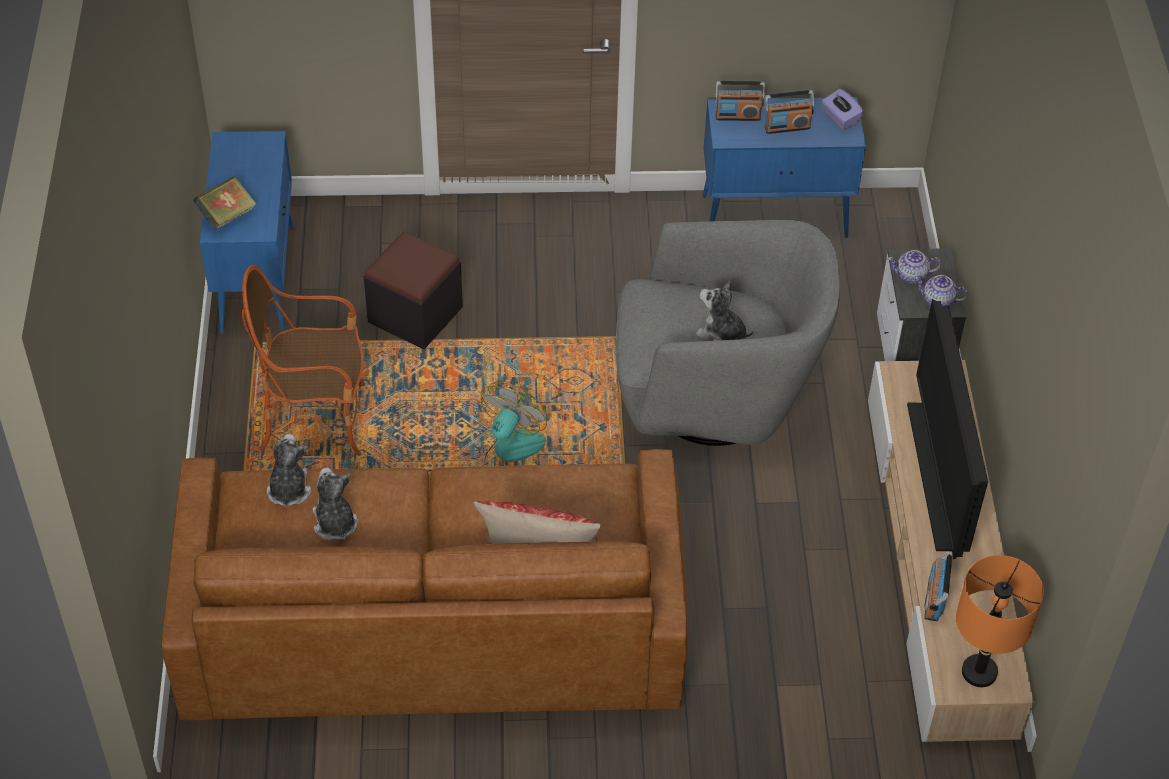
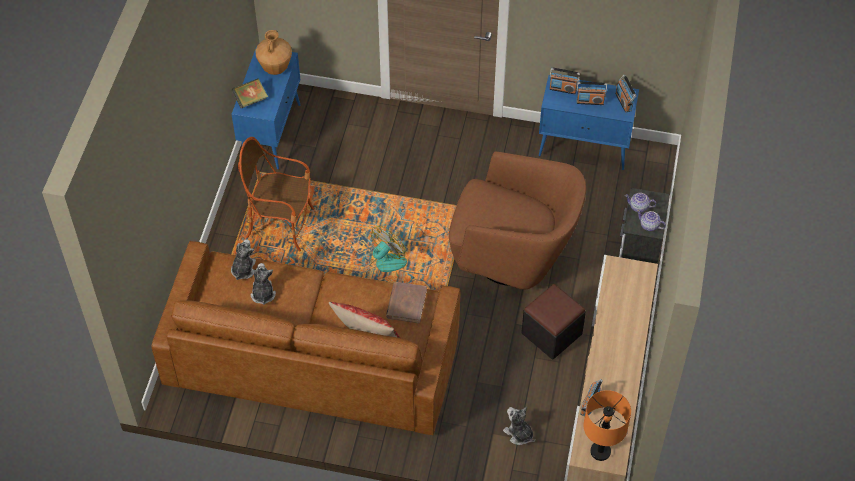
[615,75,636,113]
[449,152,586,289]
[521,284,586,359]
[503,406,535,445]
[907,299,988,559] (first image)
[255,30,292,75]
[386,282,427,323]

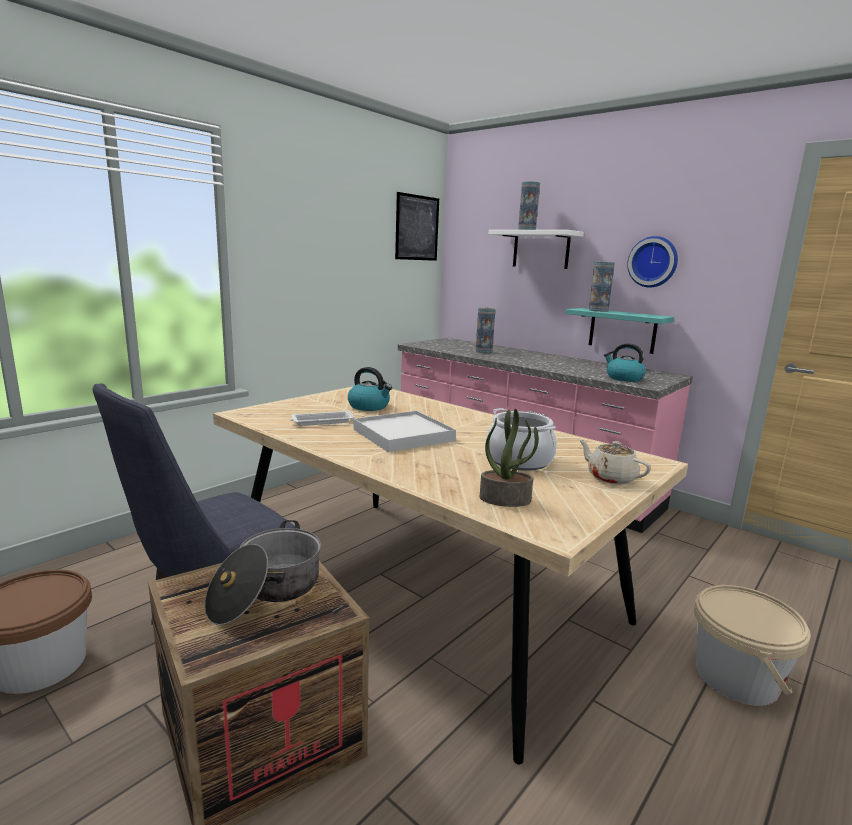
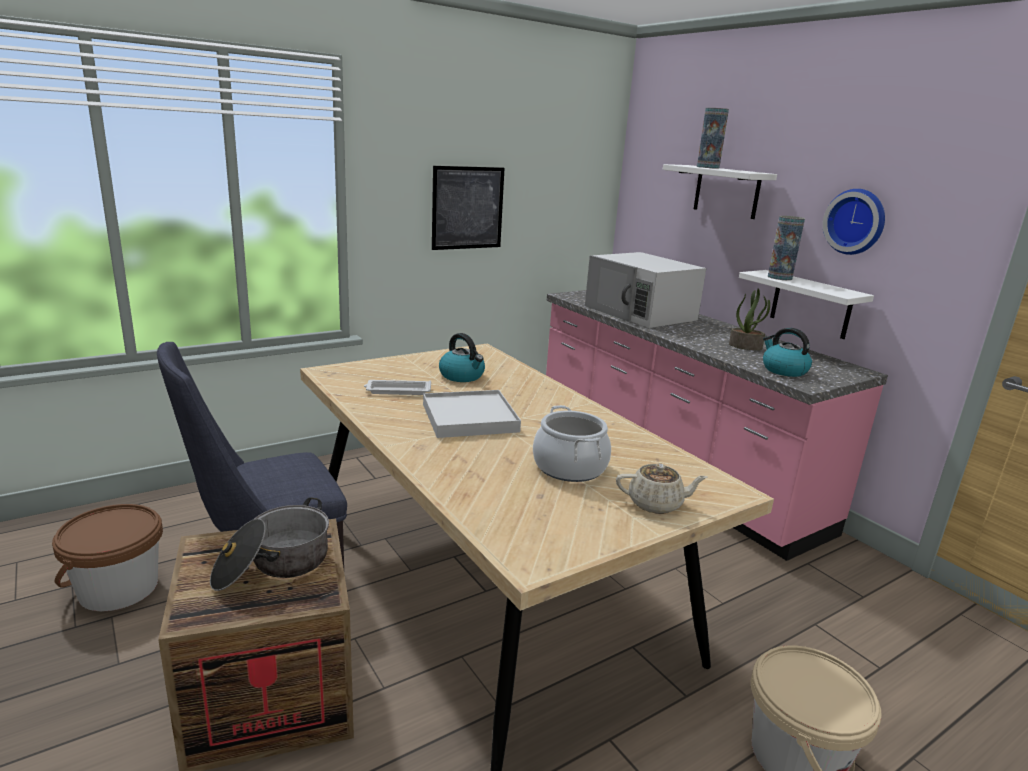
[432,166,505,250]
[585,252,706,328]
[739,270,874,339]
[729,289,770,350]
[616,463,707,514]

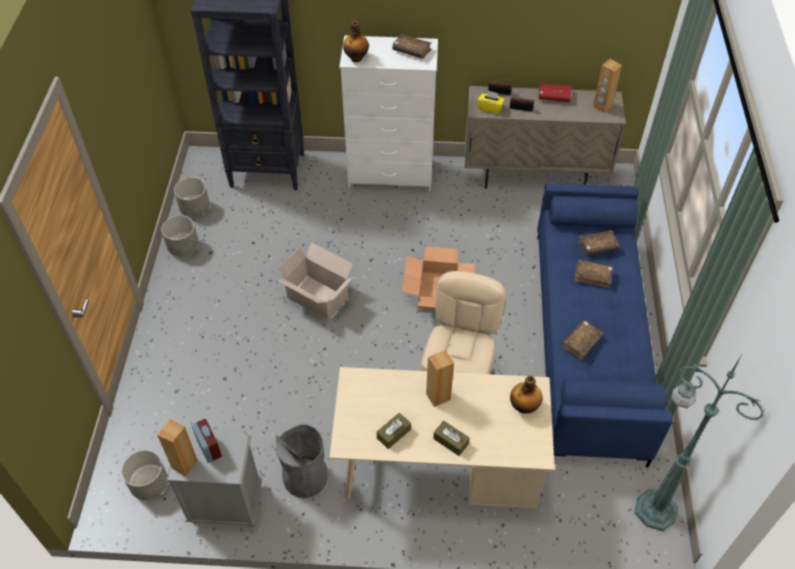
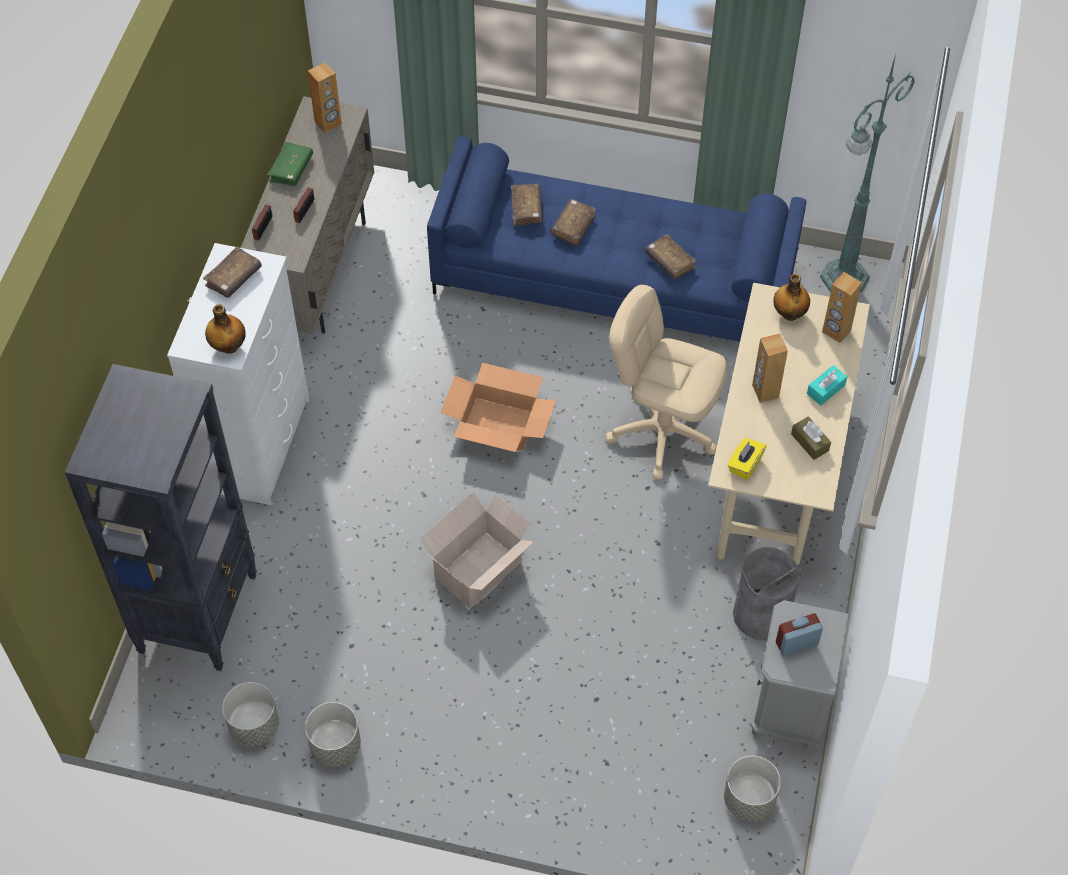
[267,142,313,186]
[728,438,766,480]
[822,272,862,343]
[807,365,847,405]

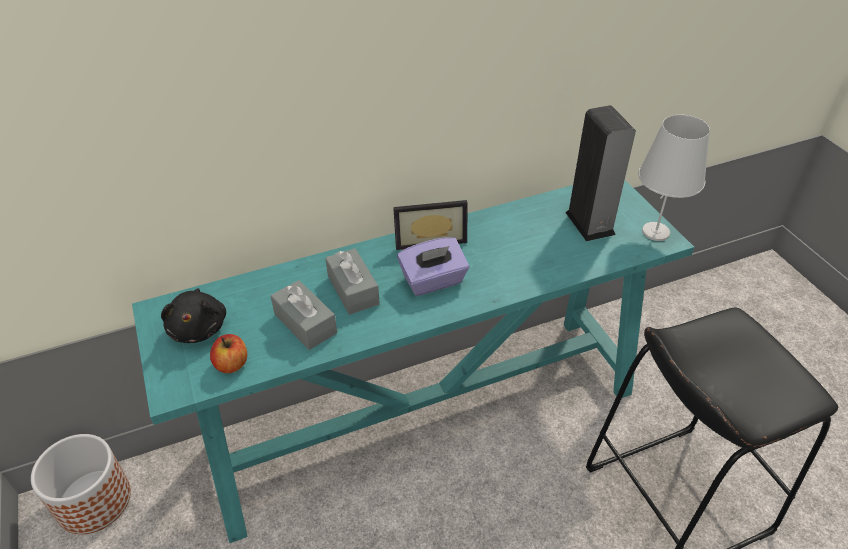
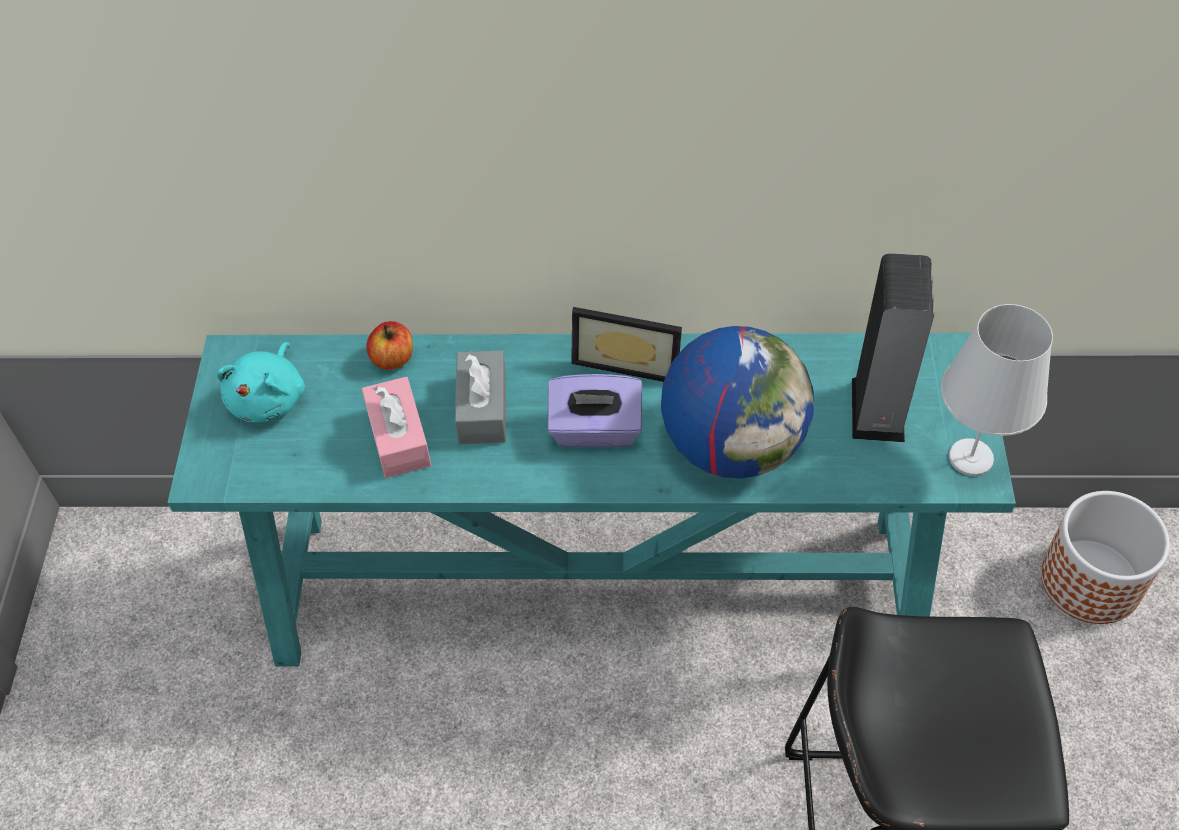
[362,377,431,478]
[217,342,305,423]
[367,321,413,370]
[1041,491,1170,624]
[661,326,814,478]

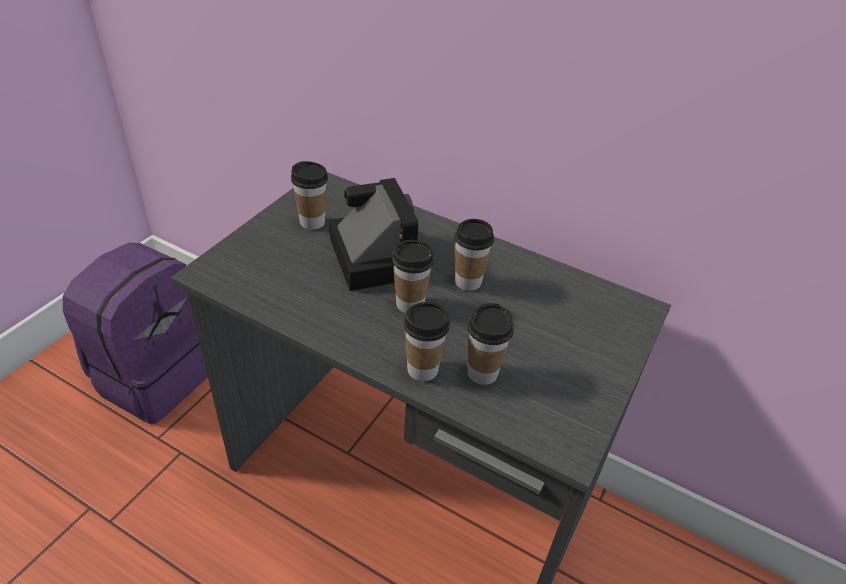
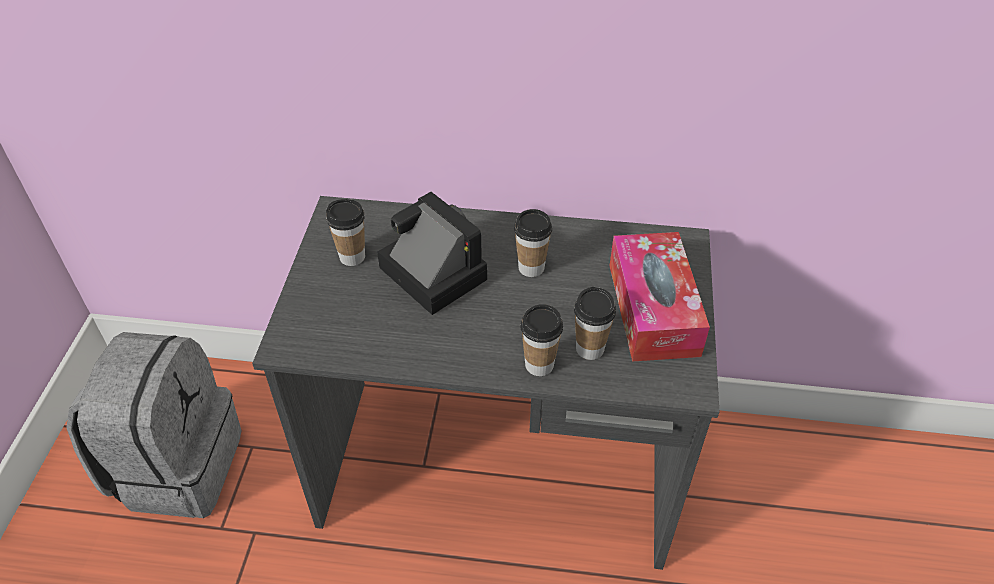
[392,240,434,313] (first image)
[66,332,242,518]
[610,232,710,362]

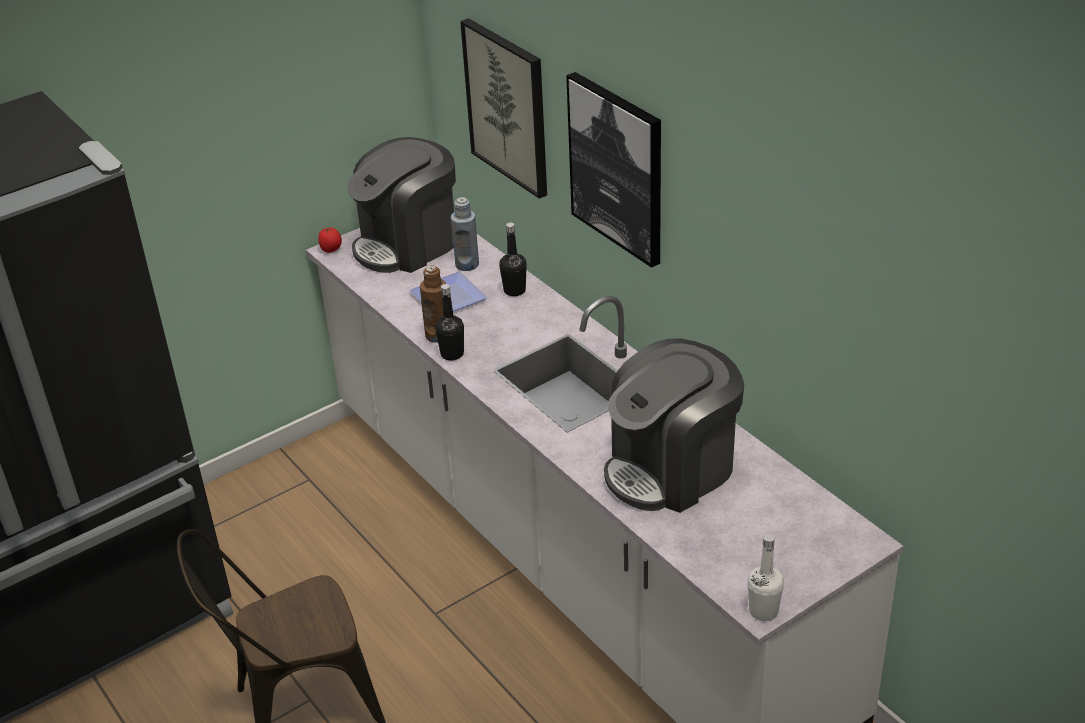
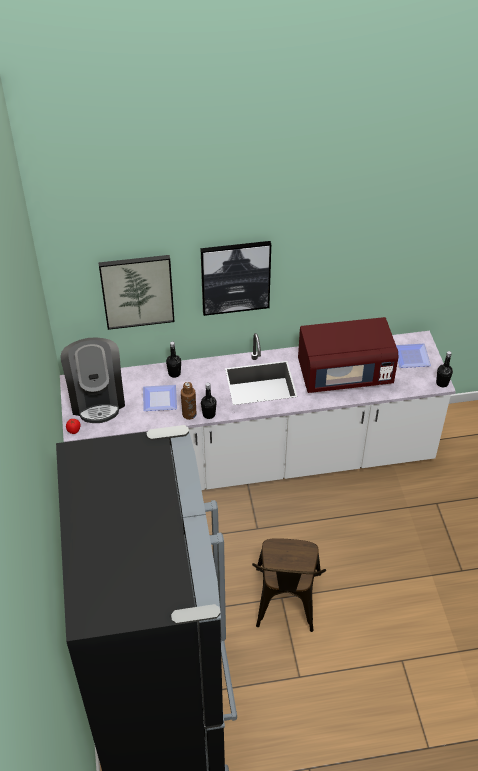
[451,197,479,271] (first image)
[298,317,399,393]
[436,351,453,387]
[396,343,431,368]

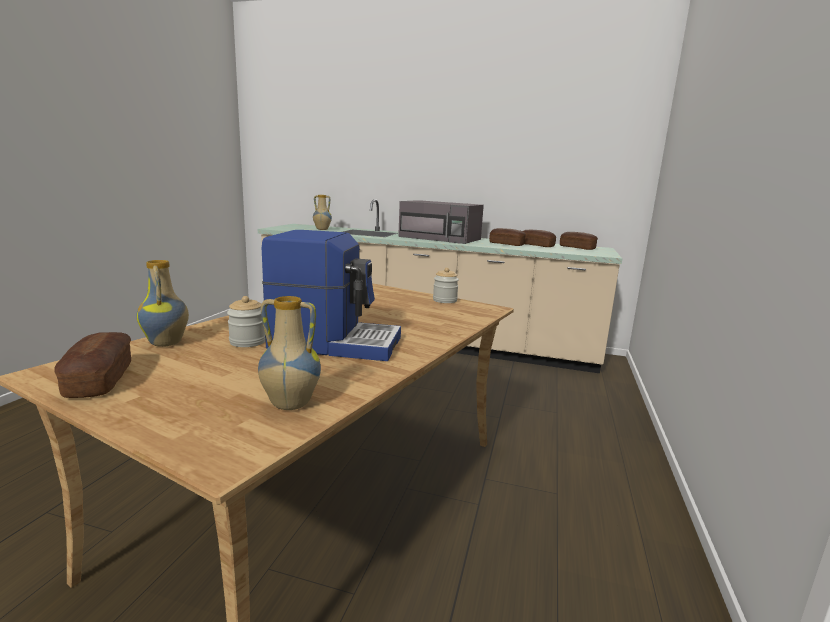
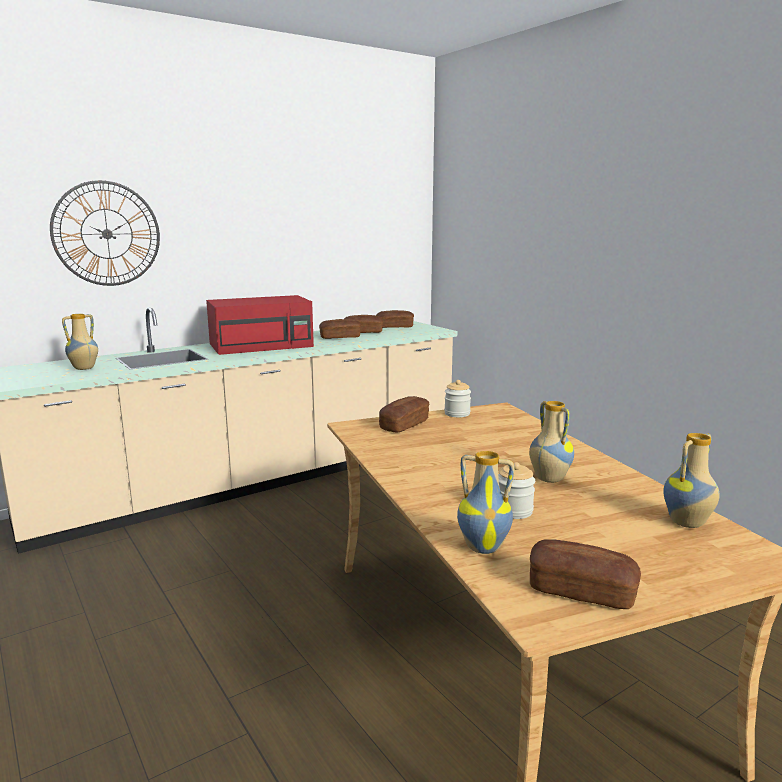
[206,295,314,355]
[529,401,574,483]
[50,180,160,286]
[379,396,429,432]

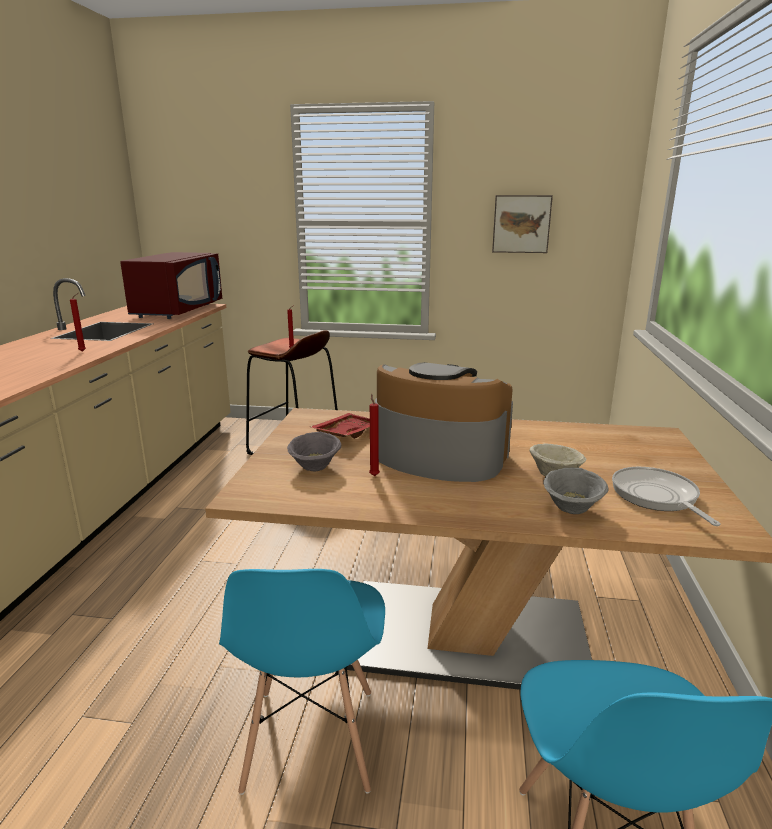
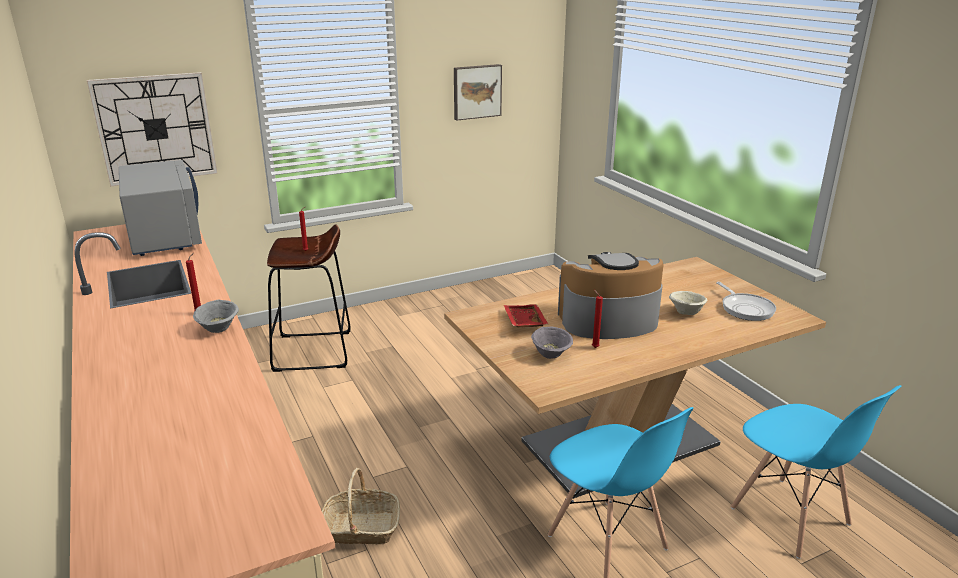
[119,160,202,256]
[716,282,776,321]
[193,300,239,333]
[87,72,217,187]
[322,468,400,544]

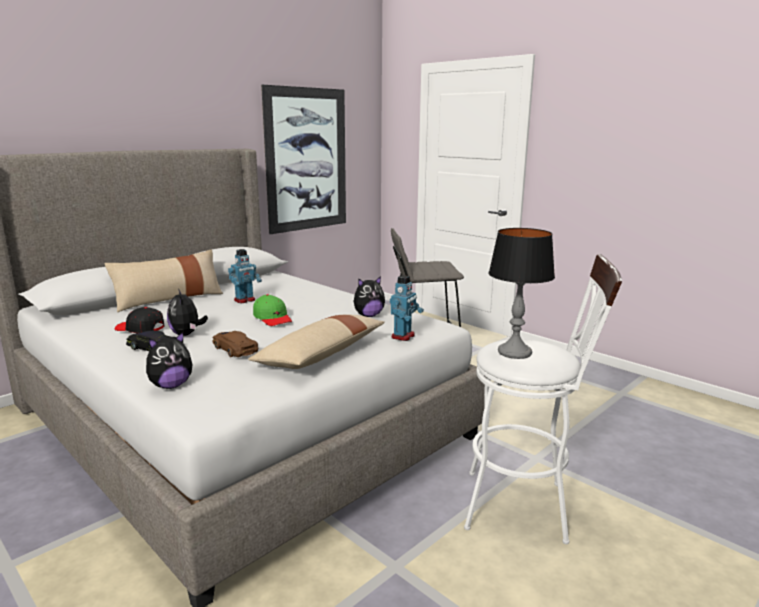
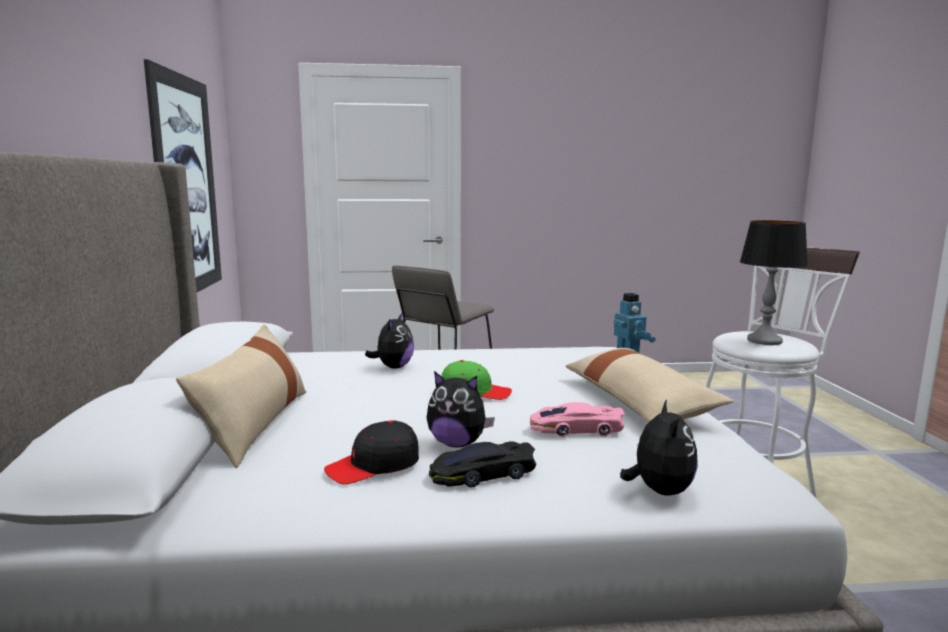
[228,249,262,304] (first image)
[365,313,414,369]
[530,402,625,437]

